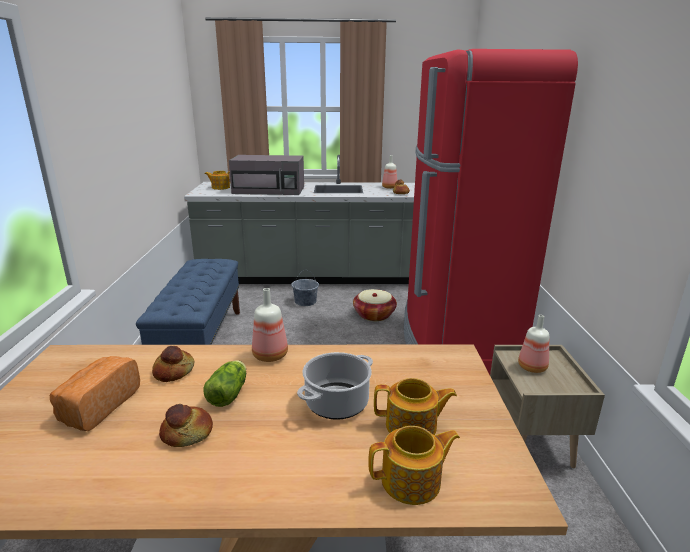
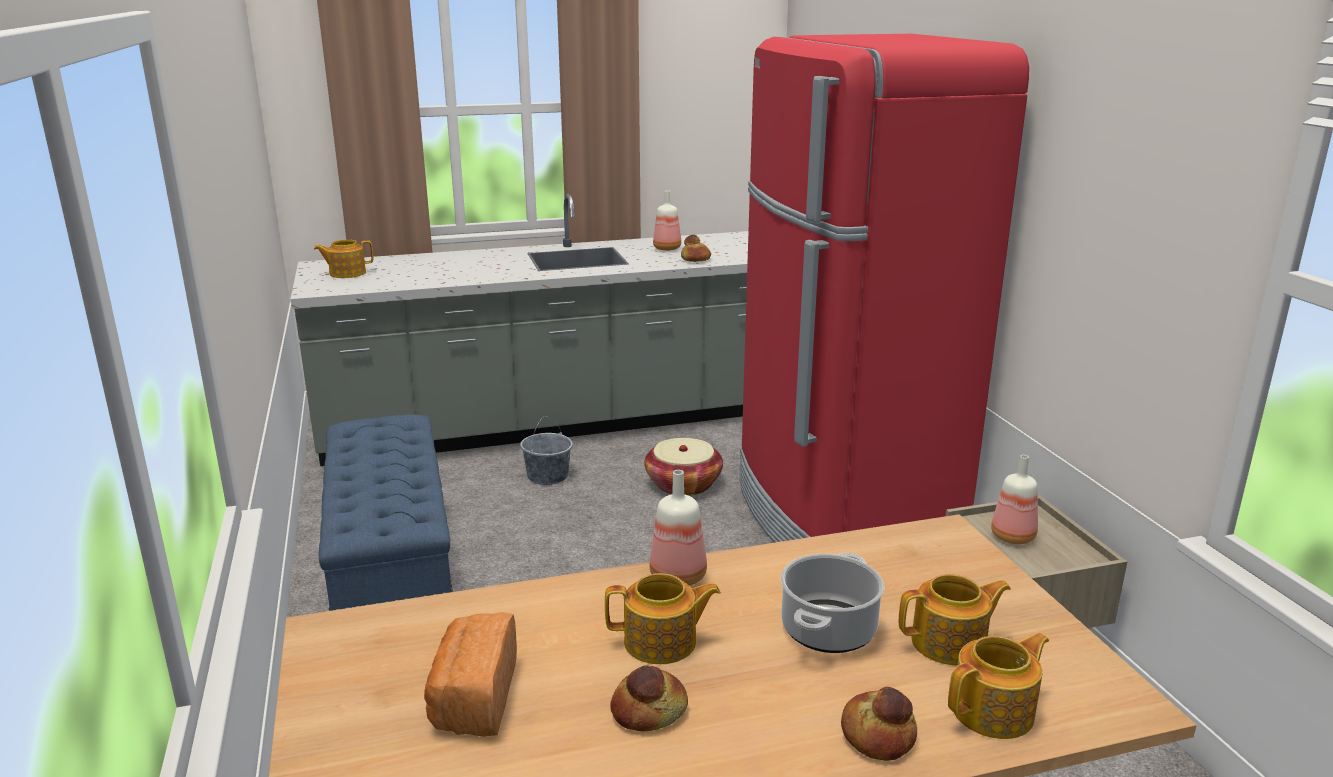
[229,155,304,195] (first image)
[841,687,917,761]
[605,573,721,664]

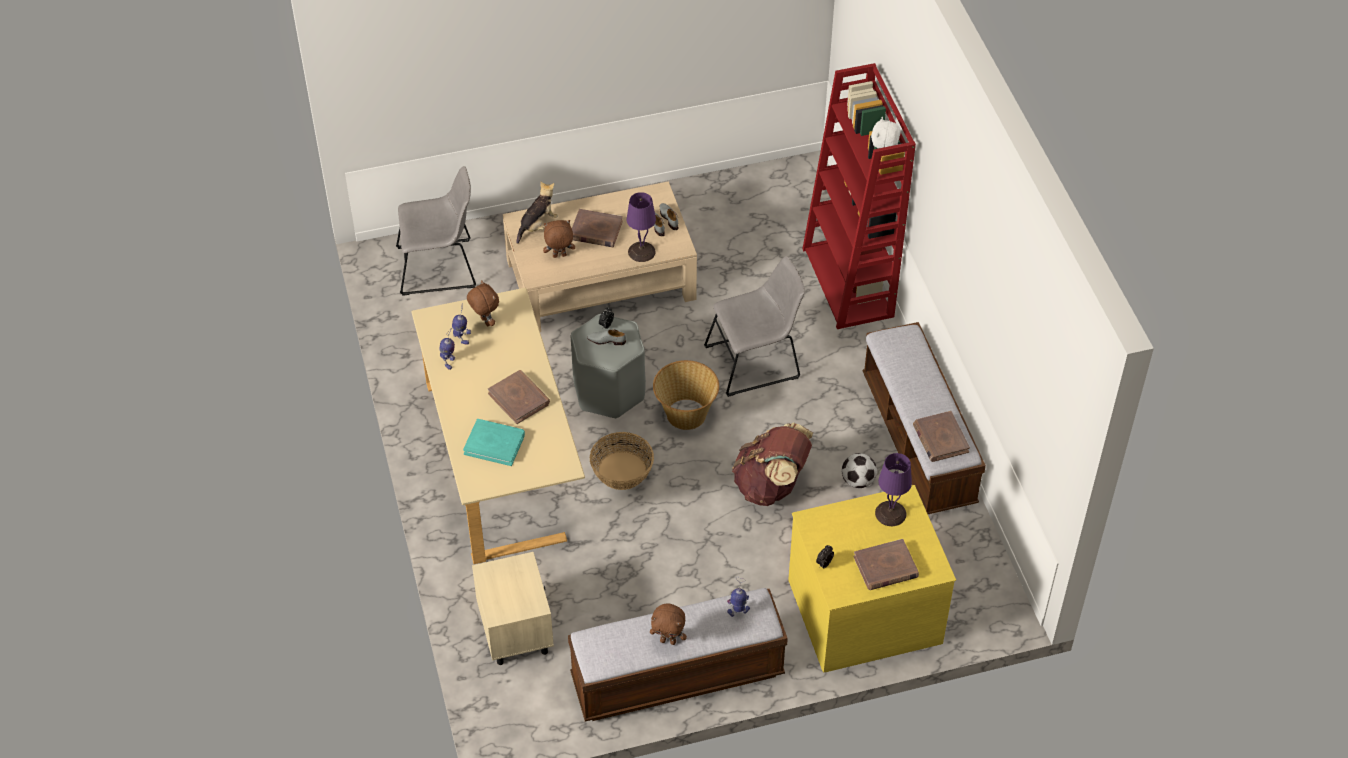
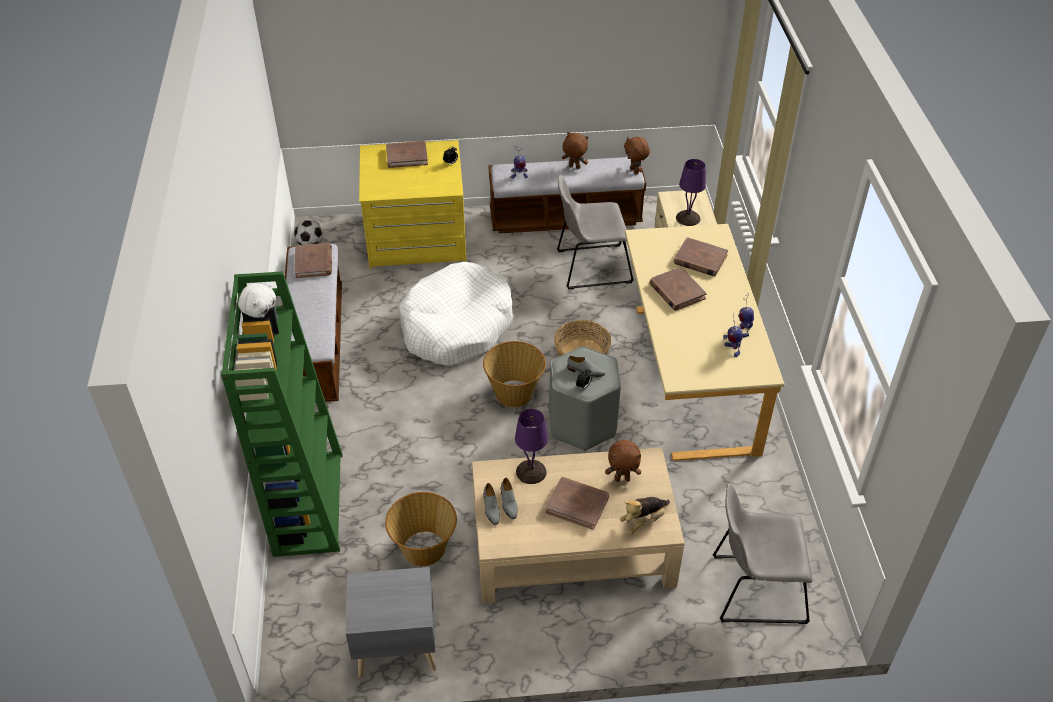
[221,271,343,557]
[557,174,634,290]
[624,137,650,175]
[674,237,728,277]
[399,262,514,366]
[295,220,323,245]
[676,159,706,226]
[385,492,457,566]
[346,567,436,677]

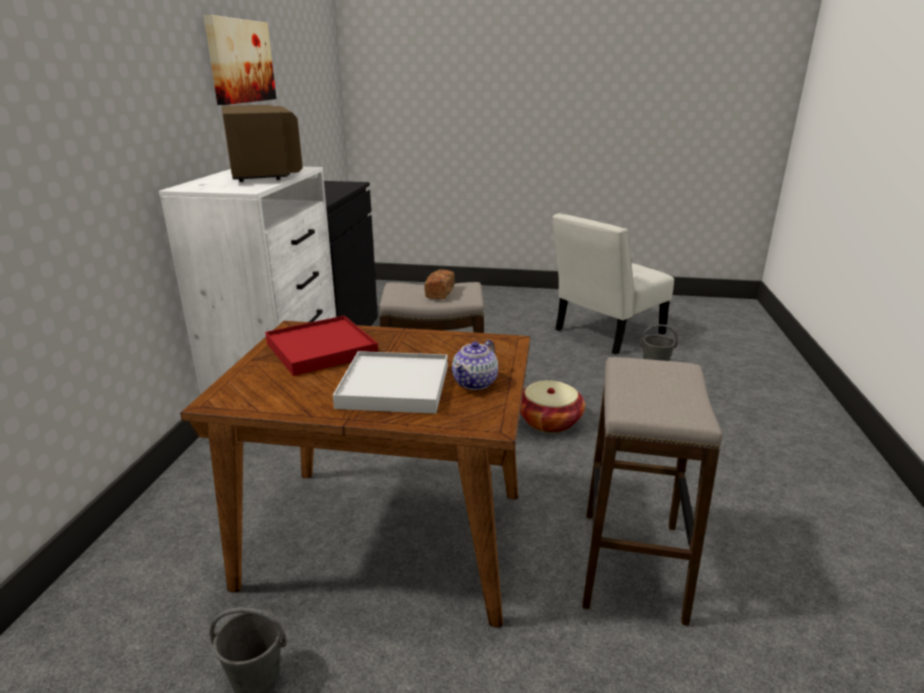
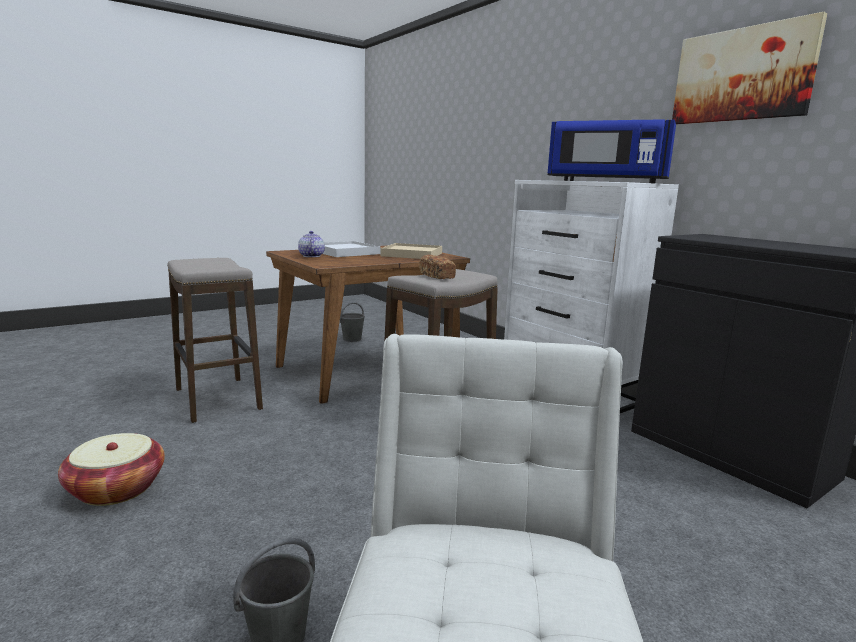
[548,119,676,183]
[380,243,442,259]
[58,433,165,506]

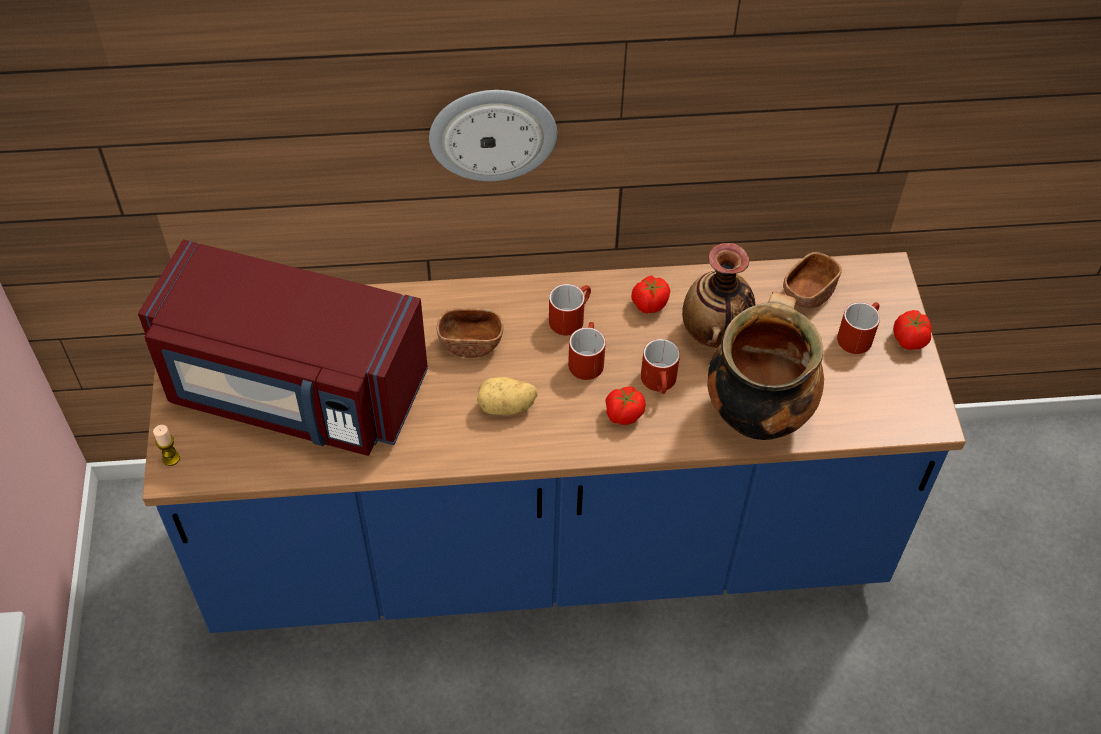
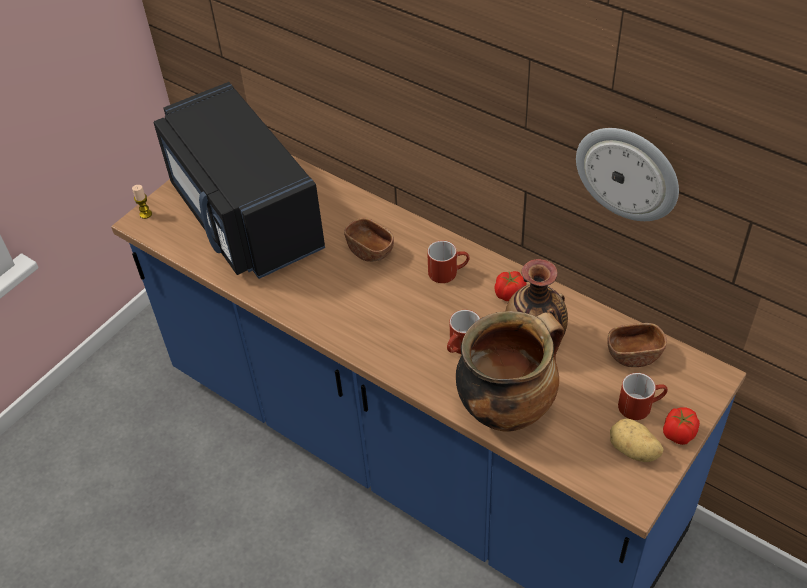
[576,128,679,221]
[154,82,325,279]
[568,322,606,380] (first image)
[610,418,664,462]
[605,387,646,425] (first image)

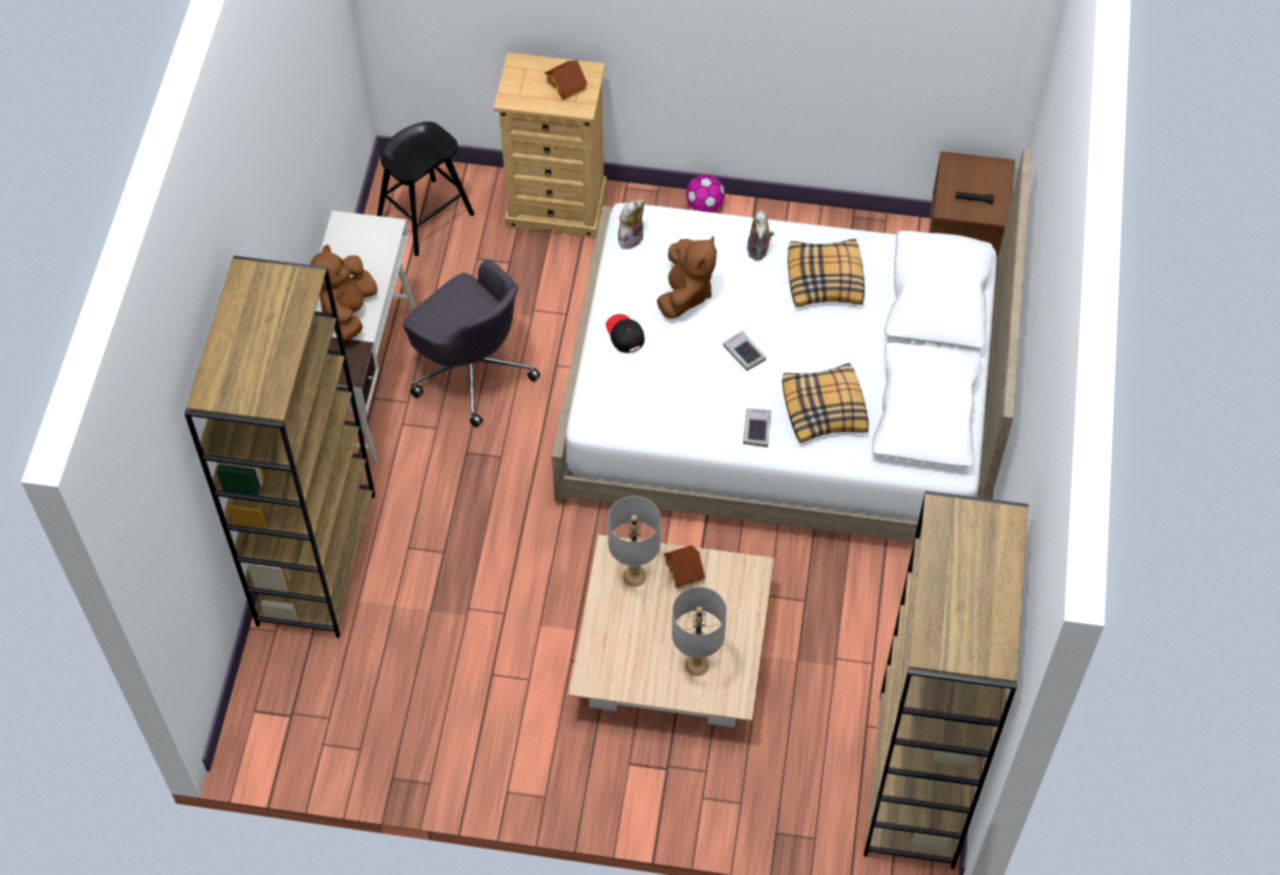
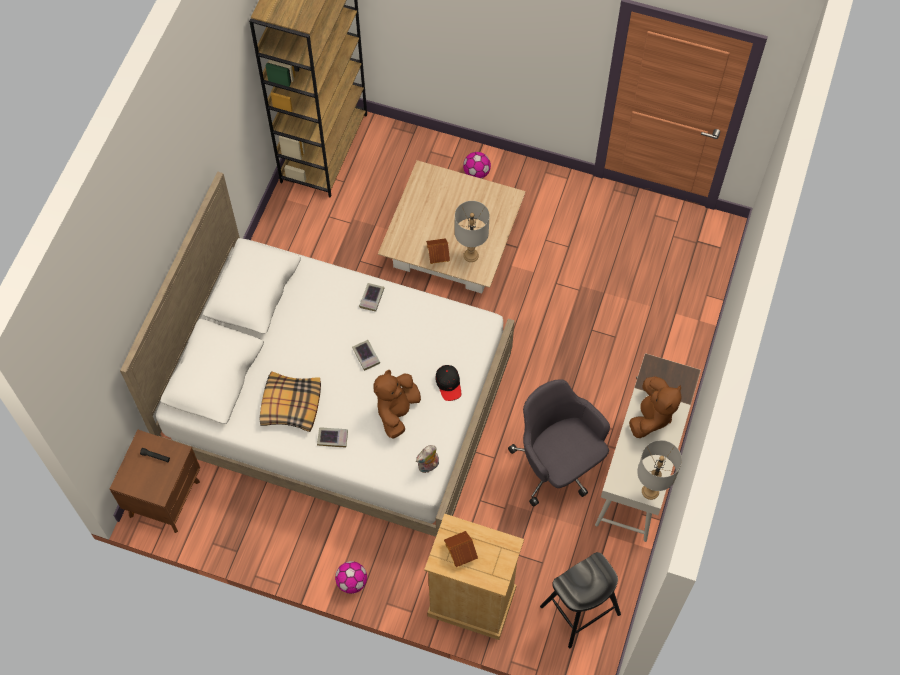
[317,427,348,448]
[184,256,375,638] (first image)
[782,363,869,443] (first image)
[637,440,682,500]
[463,152,491,179]

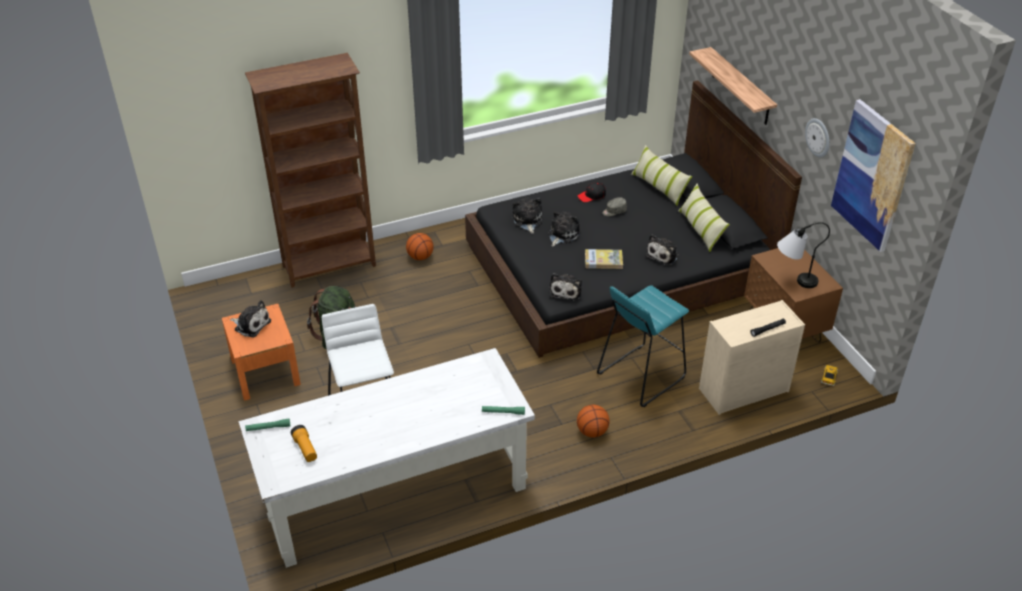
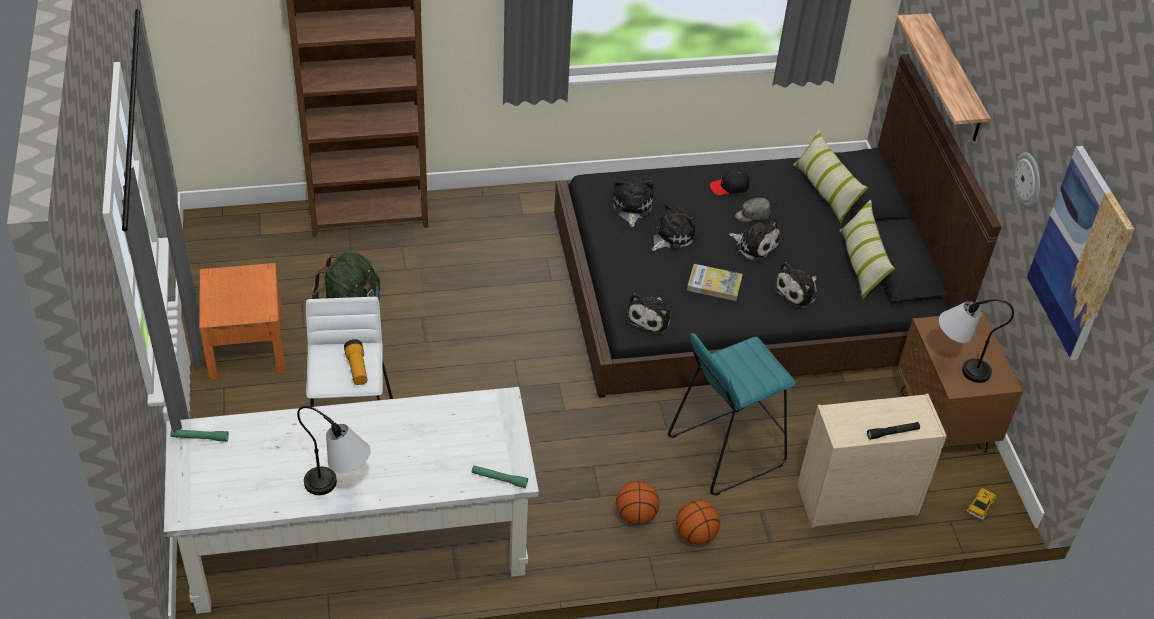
[676,500,720,545]
[729,218,780,262]
[344,339,367,385]
[297,406,371,495]

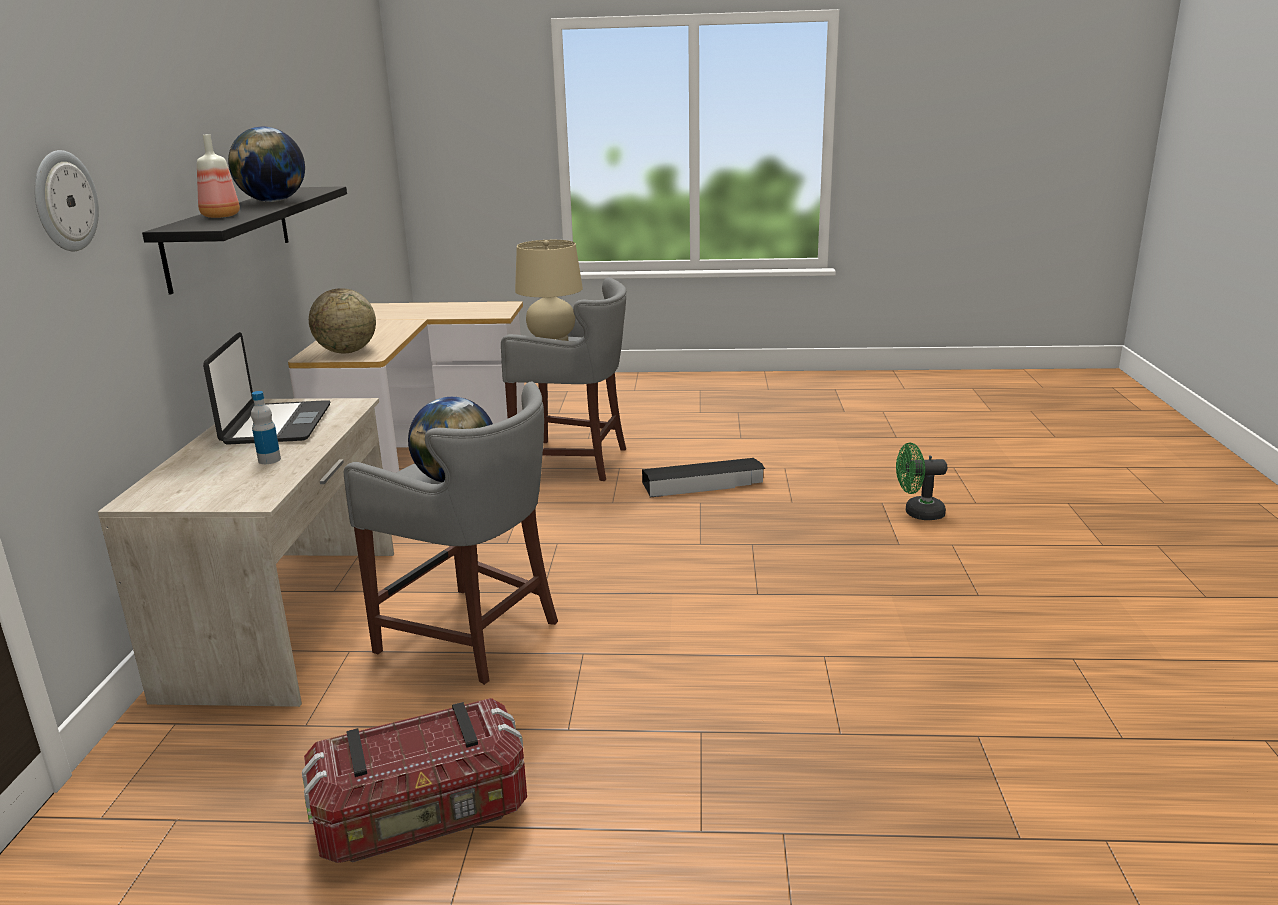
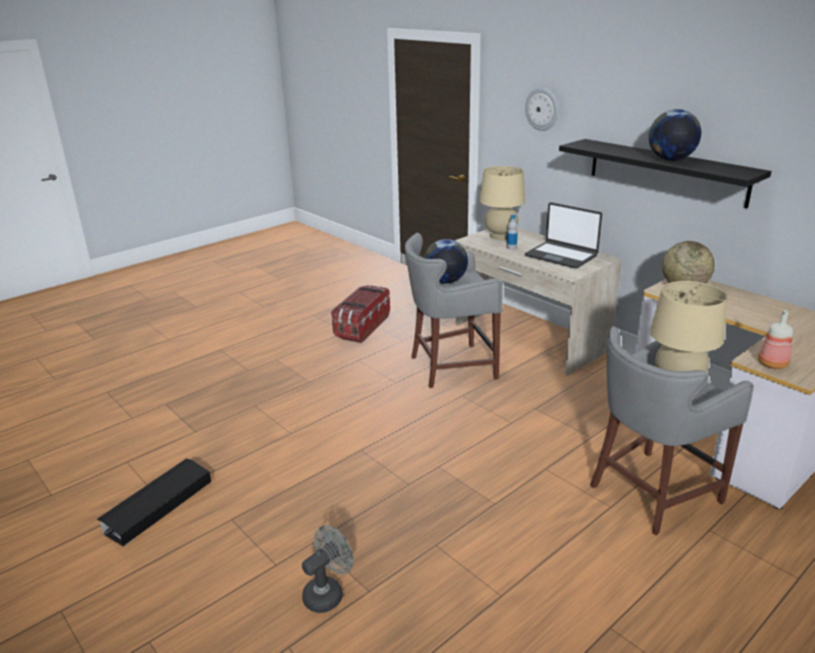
[758,310,793,369]
[302,525,354,613]
[96,458,211,547]
[479,166,525,240]

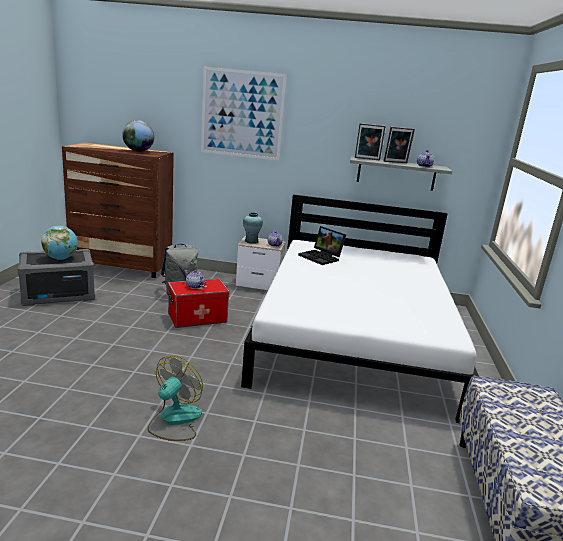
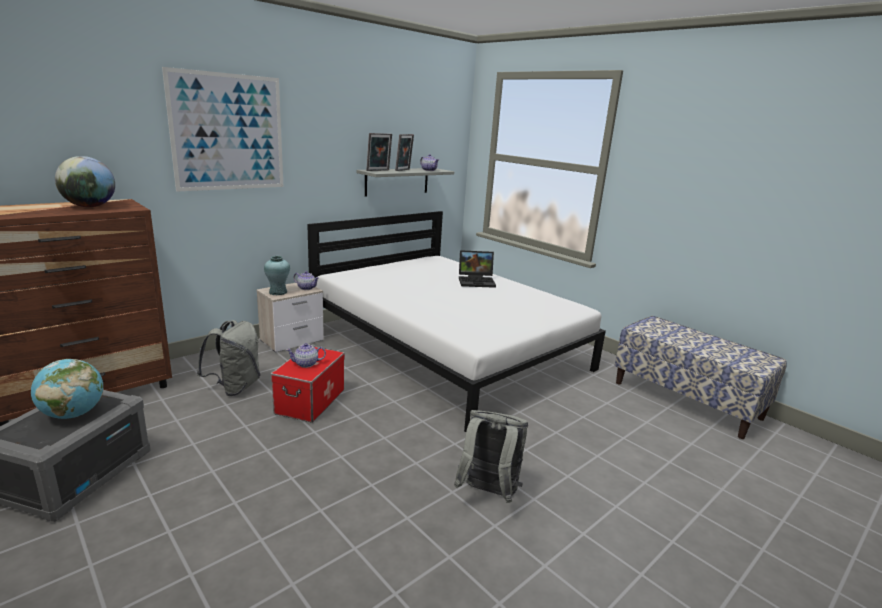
[459,250,496,288]
[454,410,528,503]

